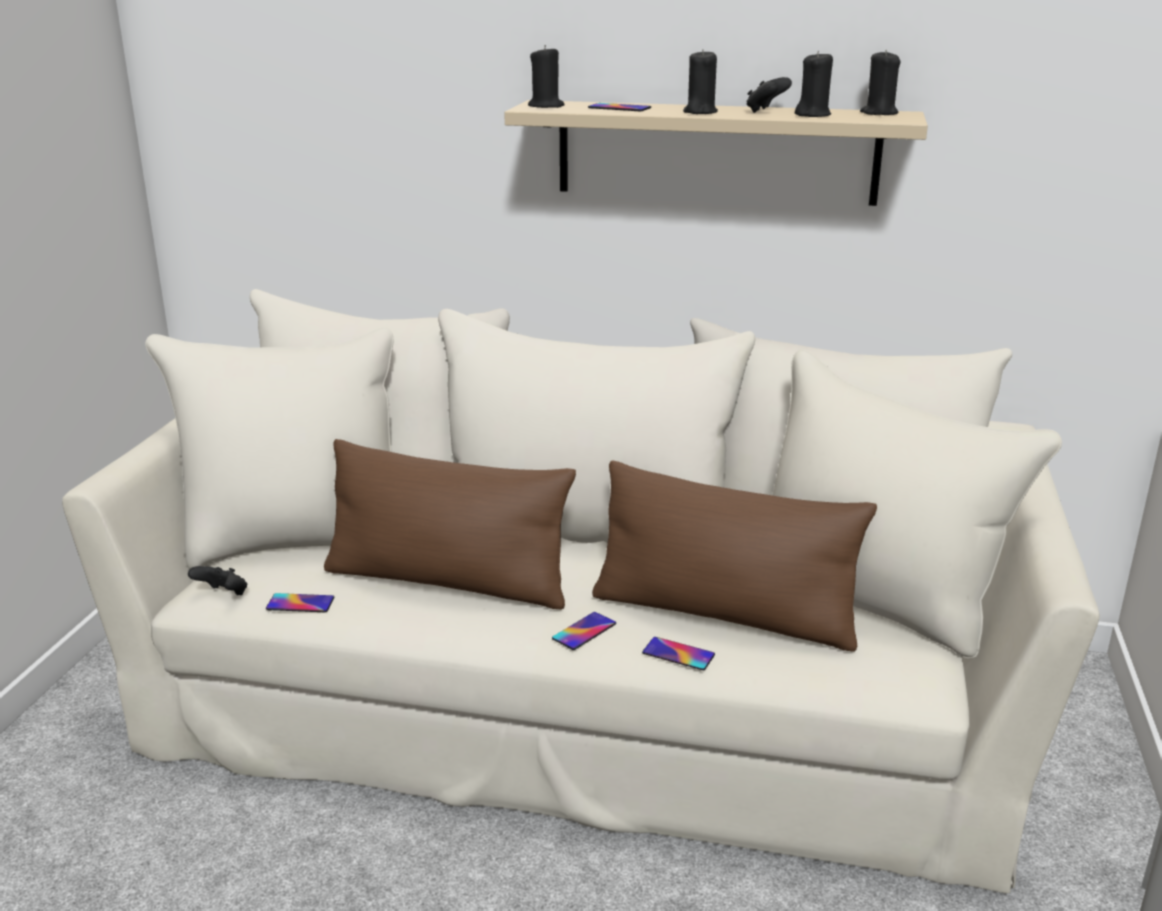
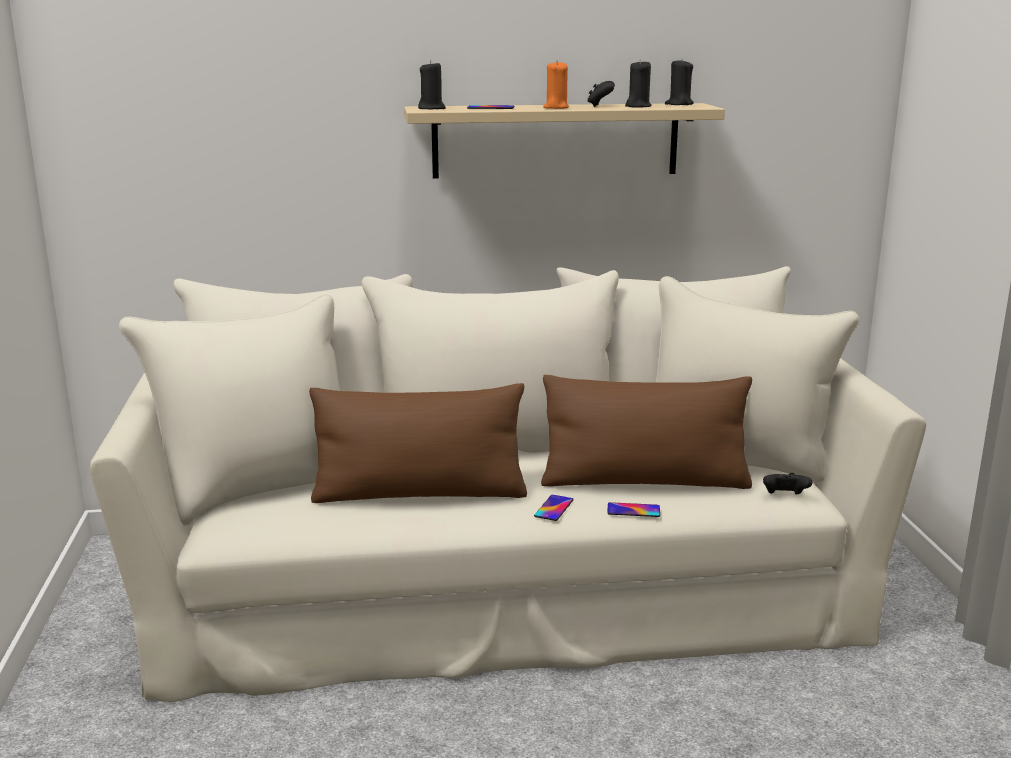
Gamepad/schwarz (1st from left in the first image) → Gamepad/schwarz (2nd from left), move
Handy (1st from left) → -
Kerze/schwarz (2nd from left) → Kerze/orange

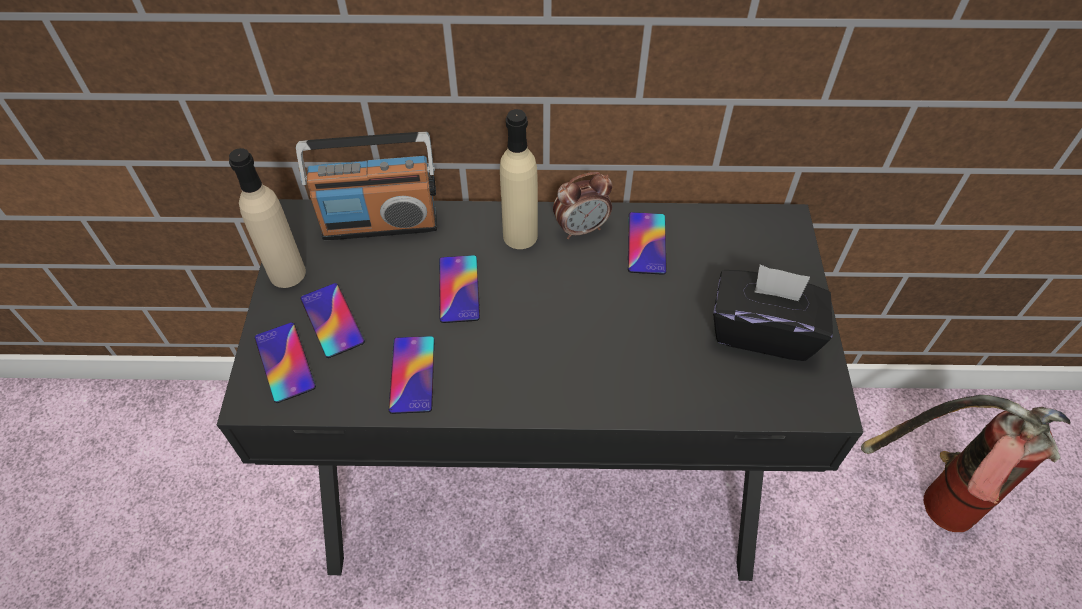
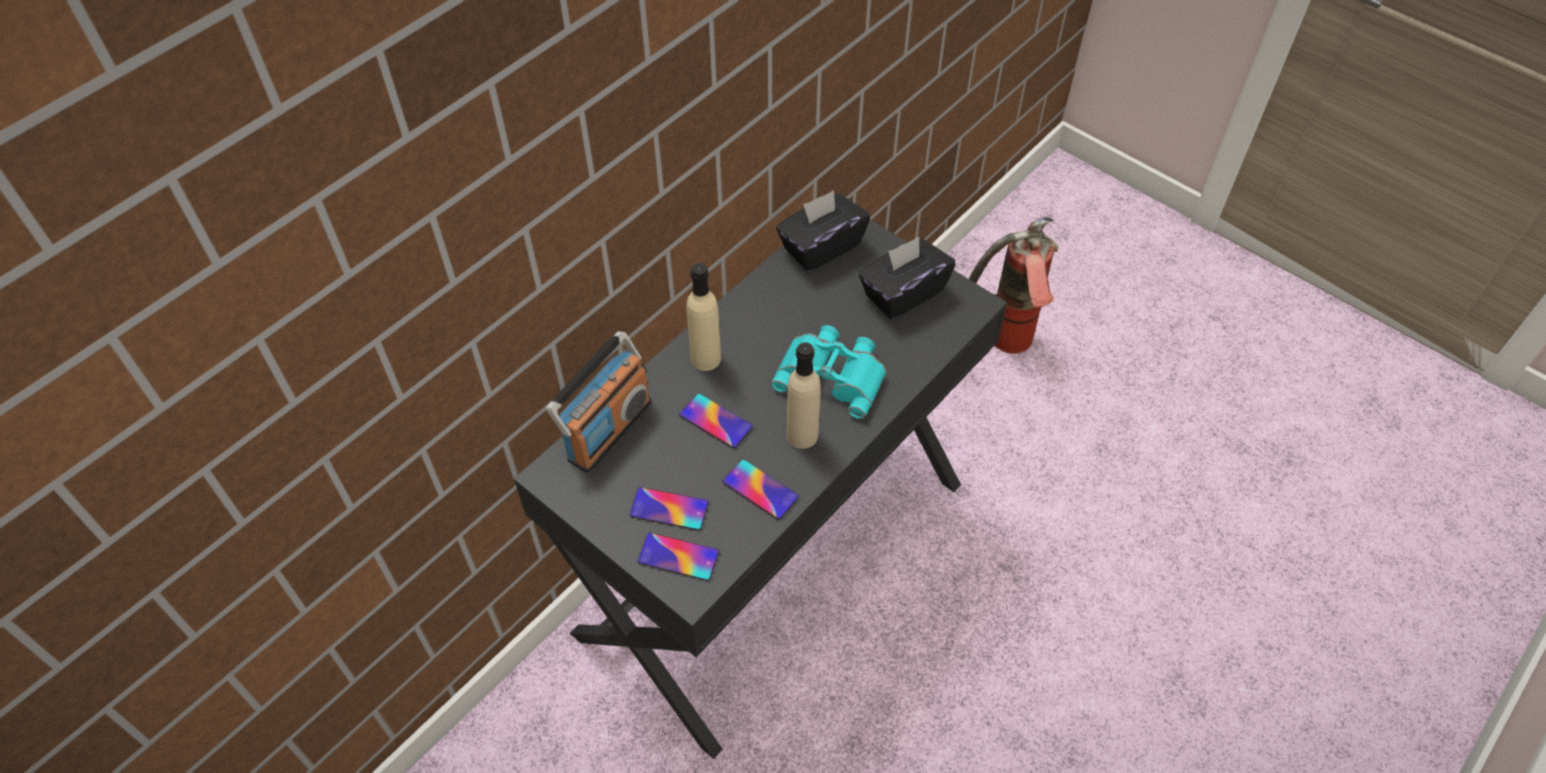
Flasche/beige (1st from left in the first image) → Flasche/beige (2nd from left), move
Wecker → -
Handy (5th from left) → -
- → Fernglas/türkis
- → Taschentuchbox/schwarz (1st from left)

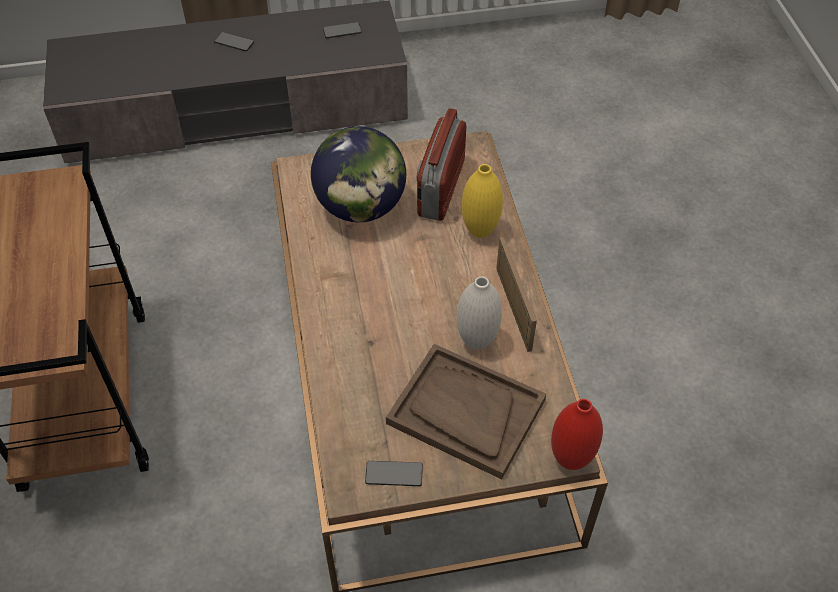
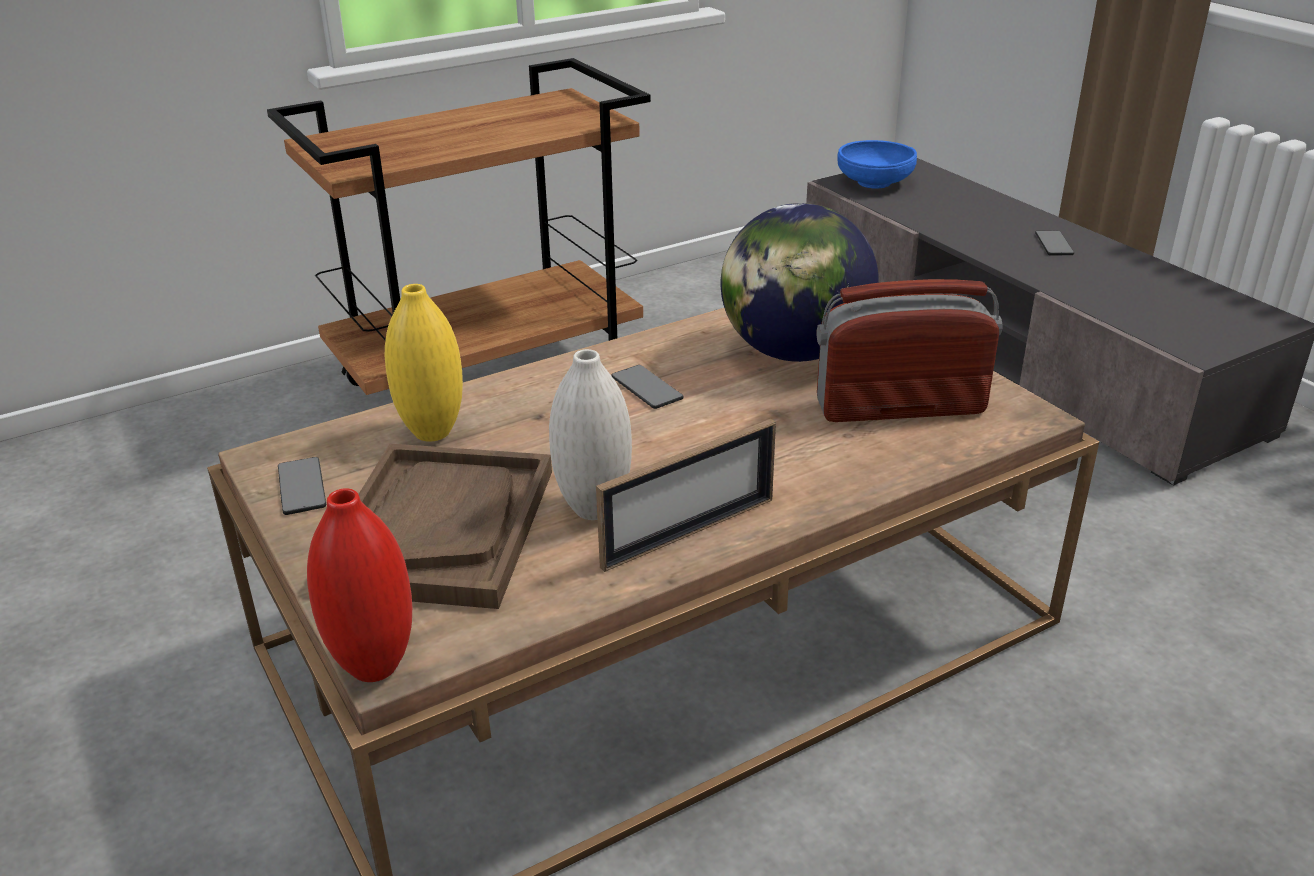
Handy (2nd from left), move
Vase/gelb, move
- → Schüssel/blau

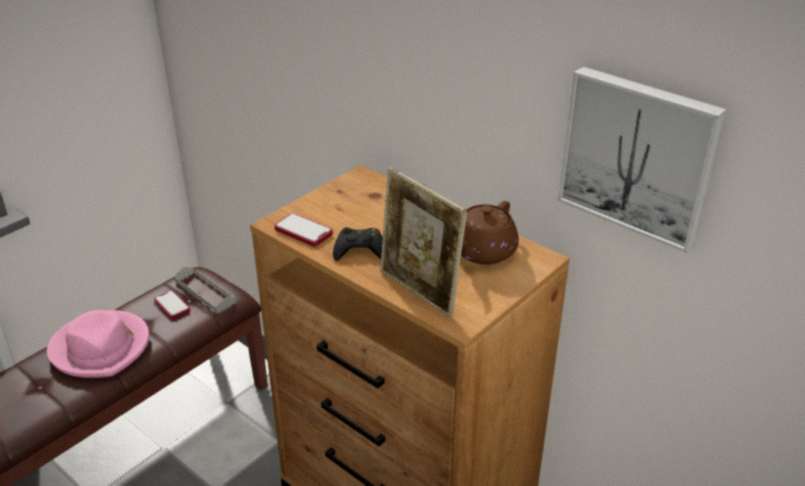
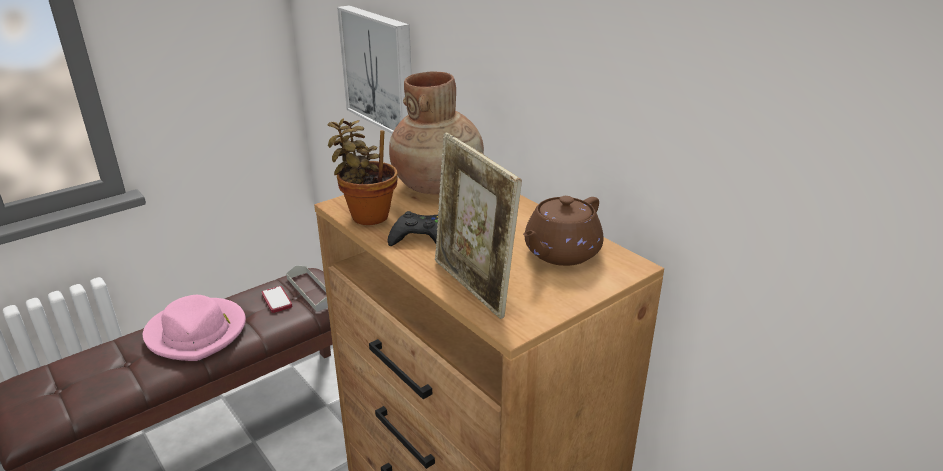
Handy (2nd from left) → Topfpflanze
Bild, move
- → Vase/braun

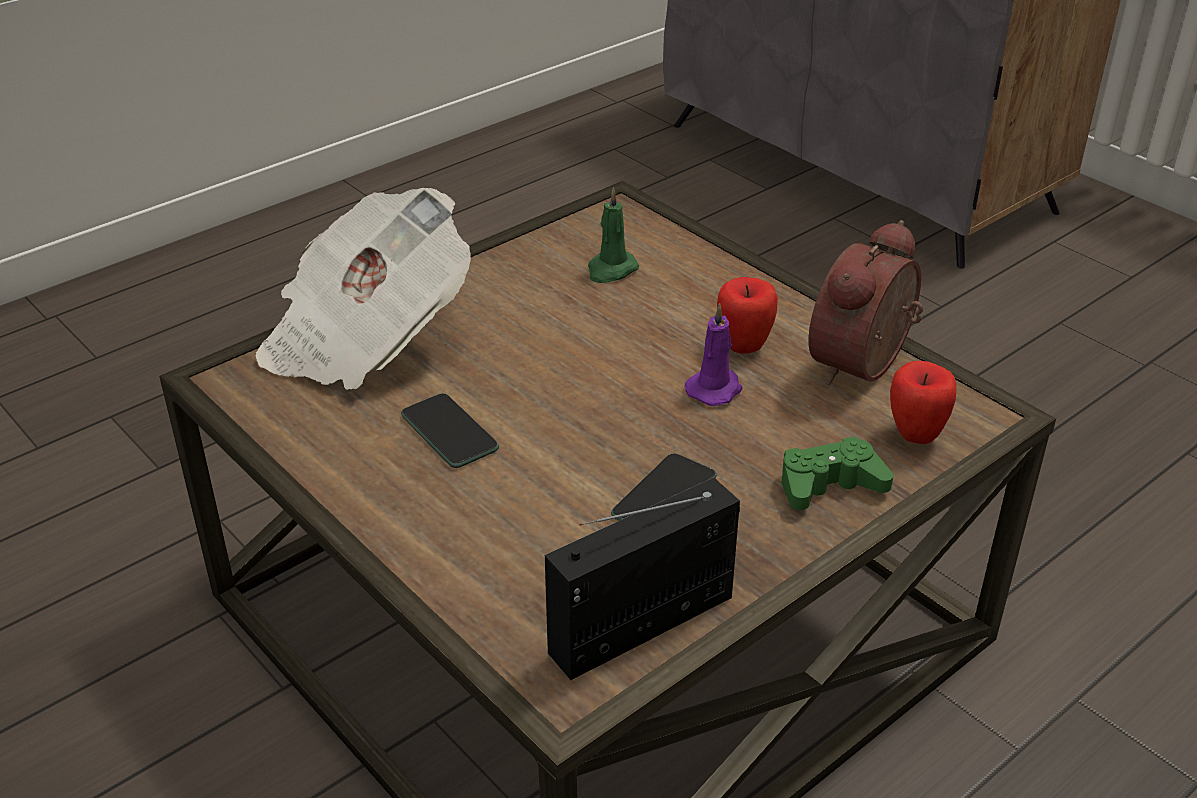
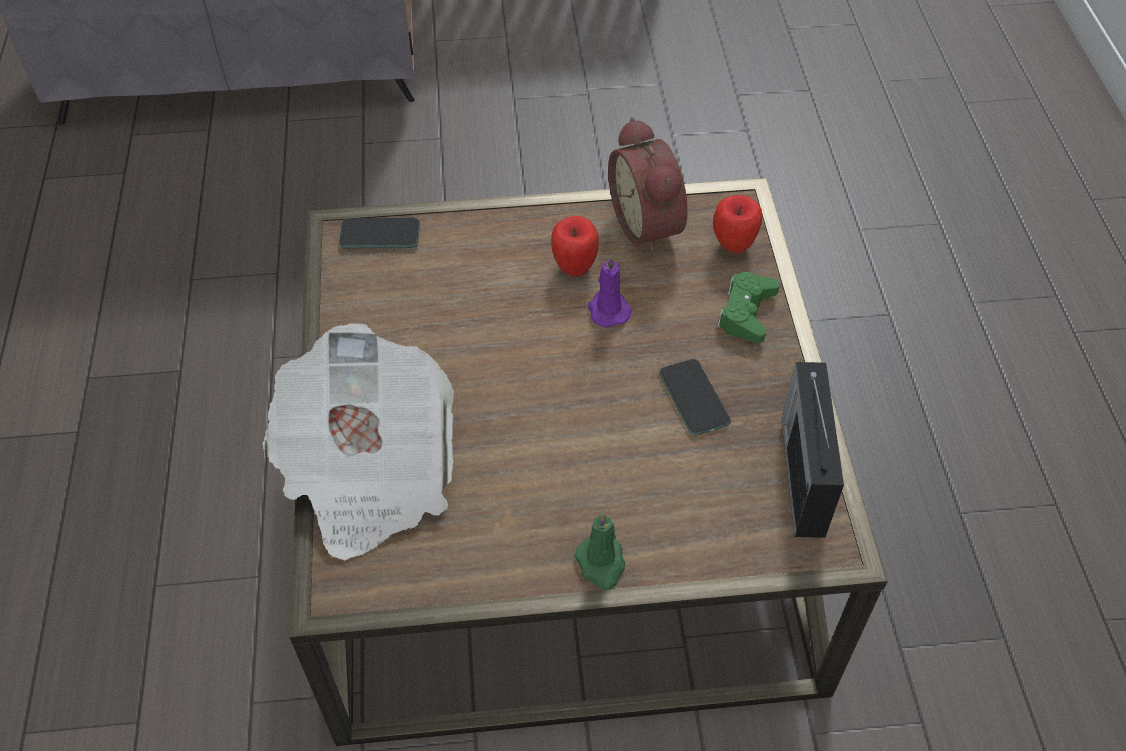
Handy (1st from left), move
Kerze/grün, move

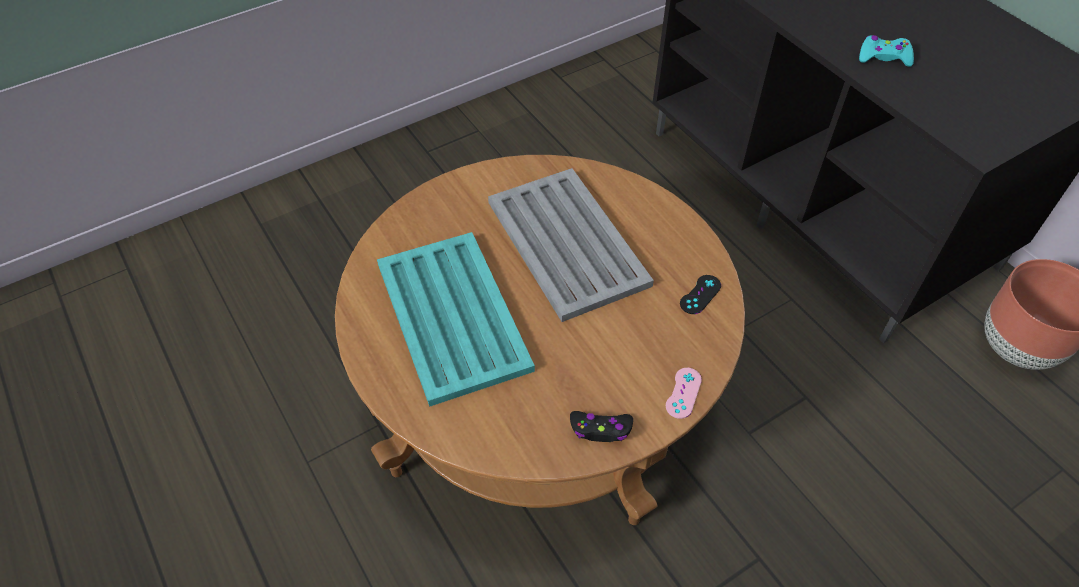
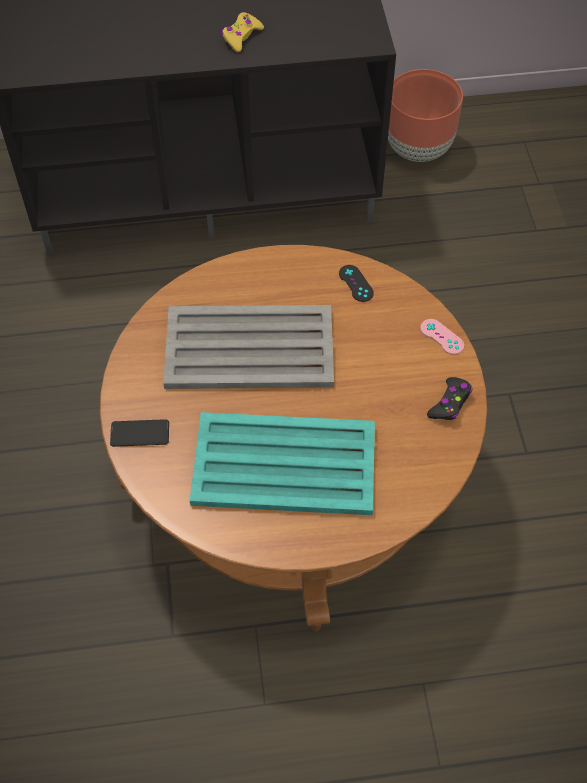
Gamepad/türkis → Gamepad/gelb
- → Handy

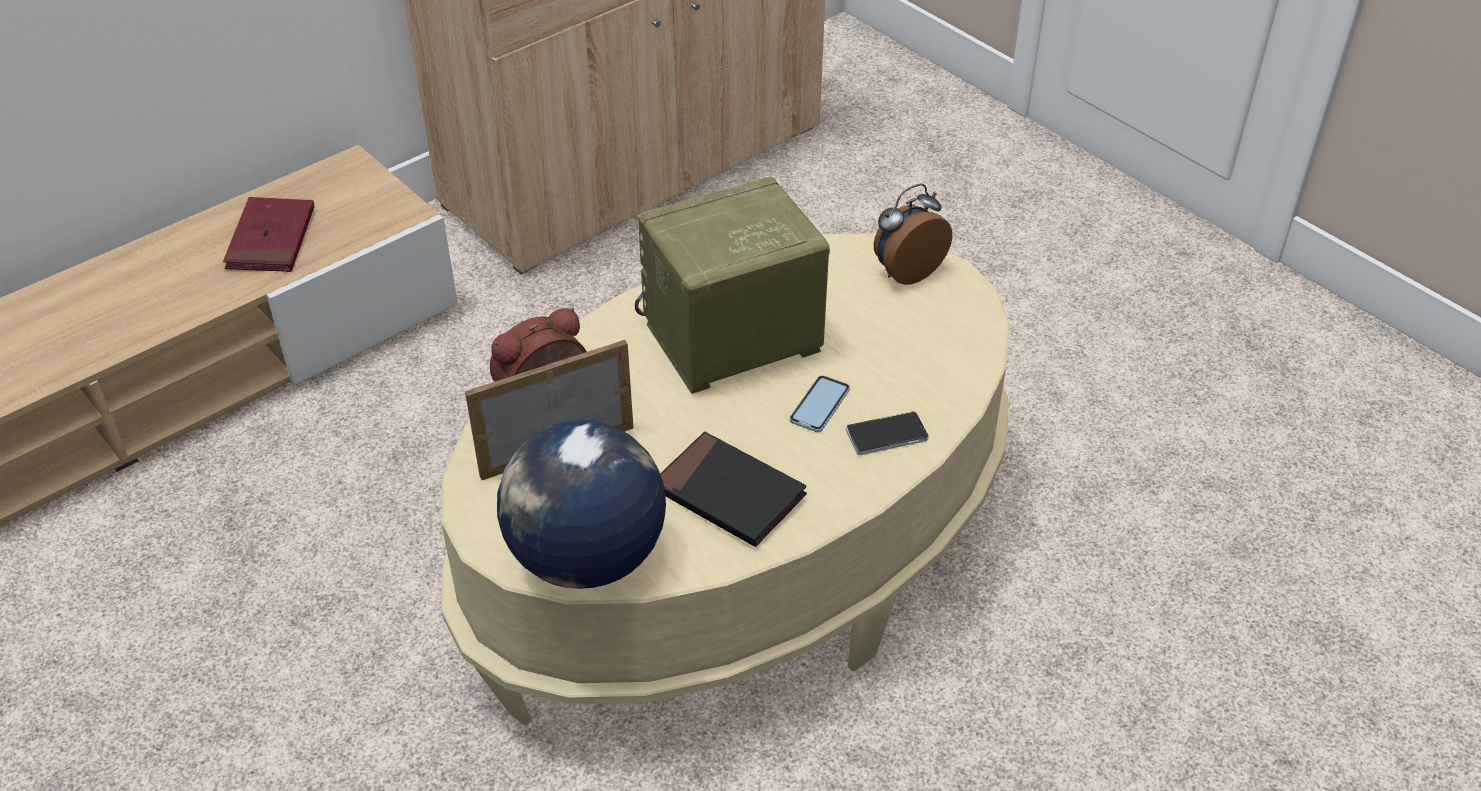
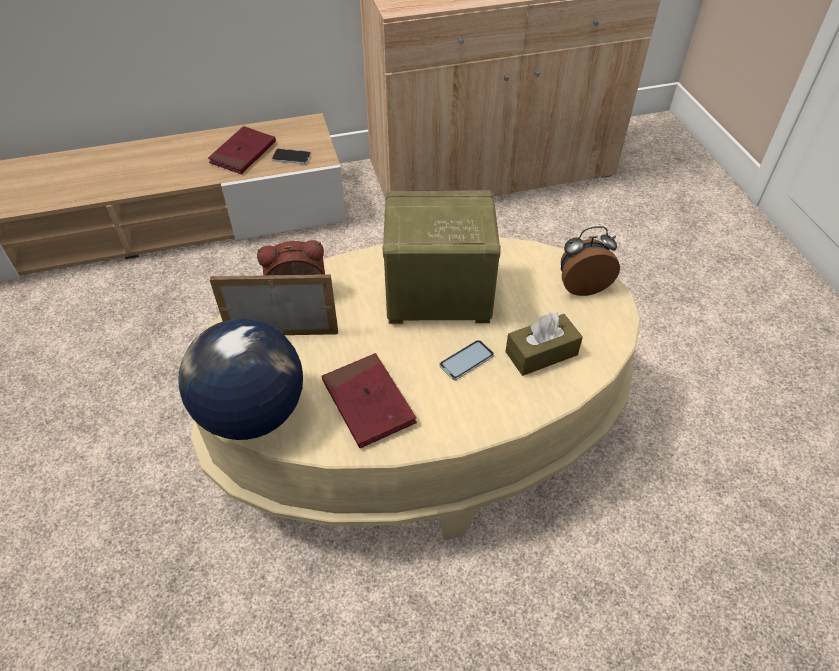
Buch/schwarz → Buch/rot (2nd from left)
Handy (2nd from left in the first image) → Handy (1st from left), move
- → Taschentuchbox/braun

